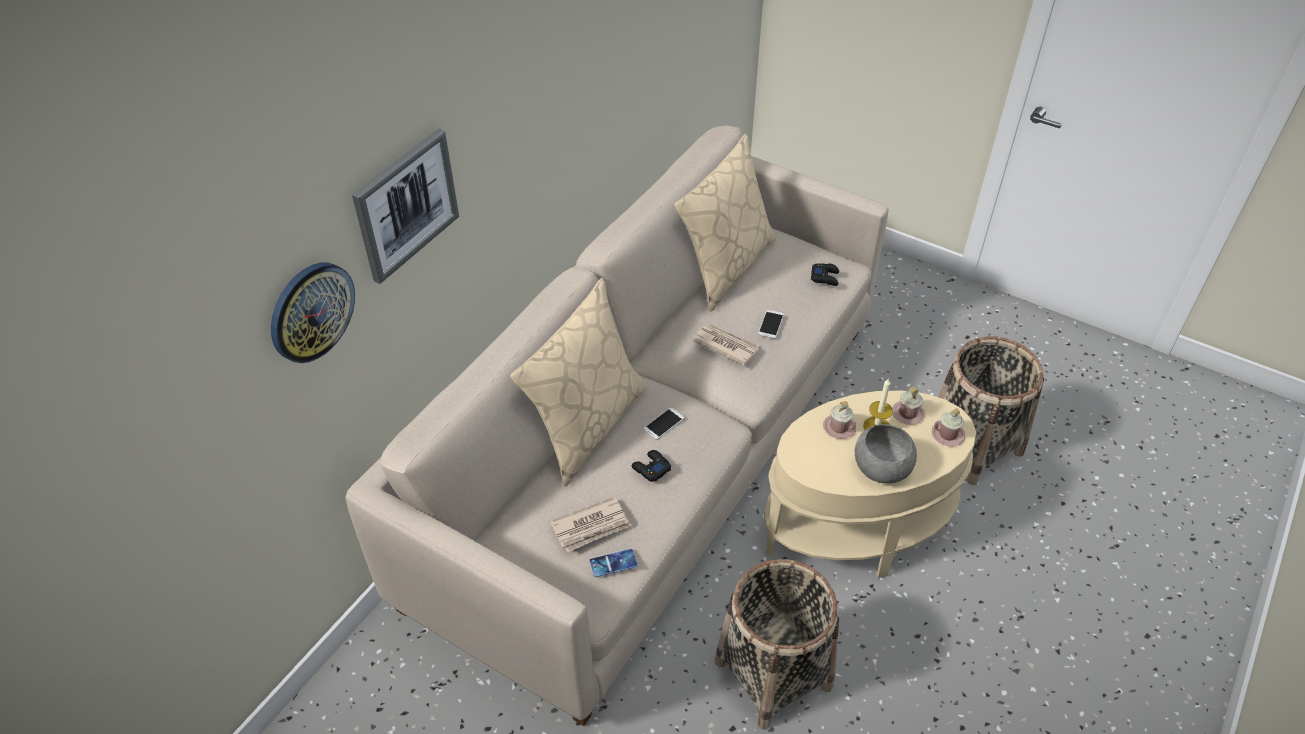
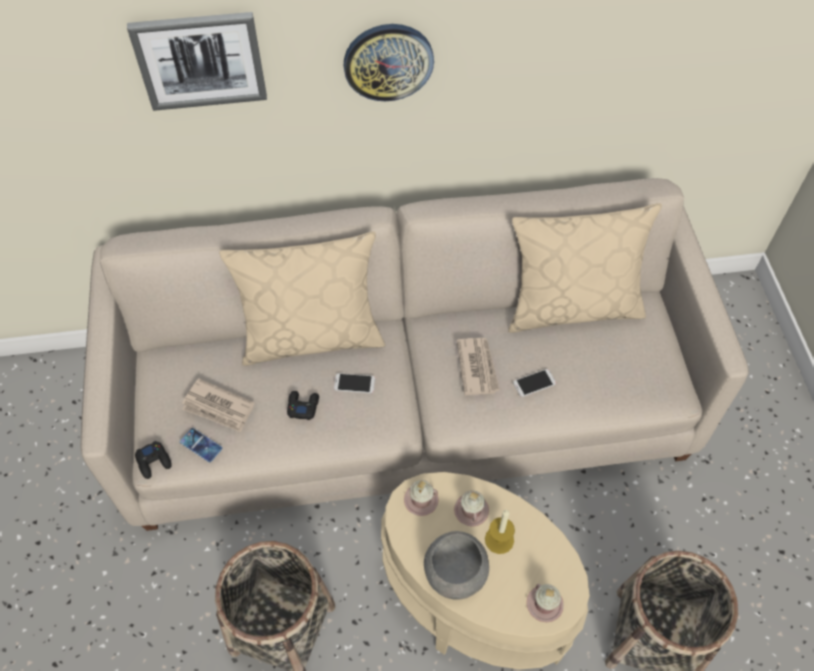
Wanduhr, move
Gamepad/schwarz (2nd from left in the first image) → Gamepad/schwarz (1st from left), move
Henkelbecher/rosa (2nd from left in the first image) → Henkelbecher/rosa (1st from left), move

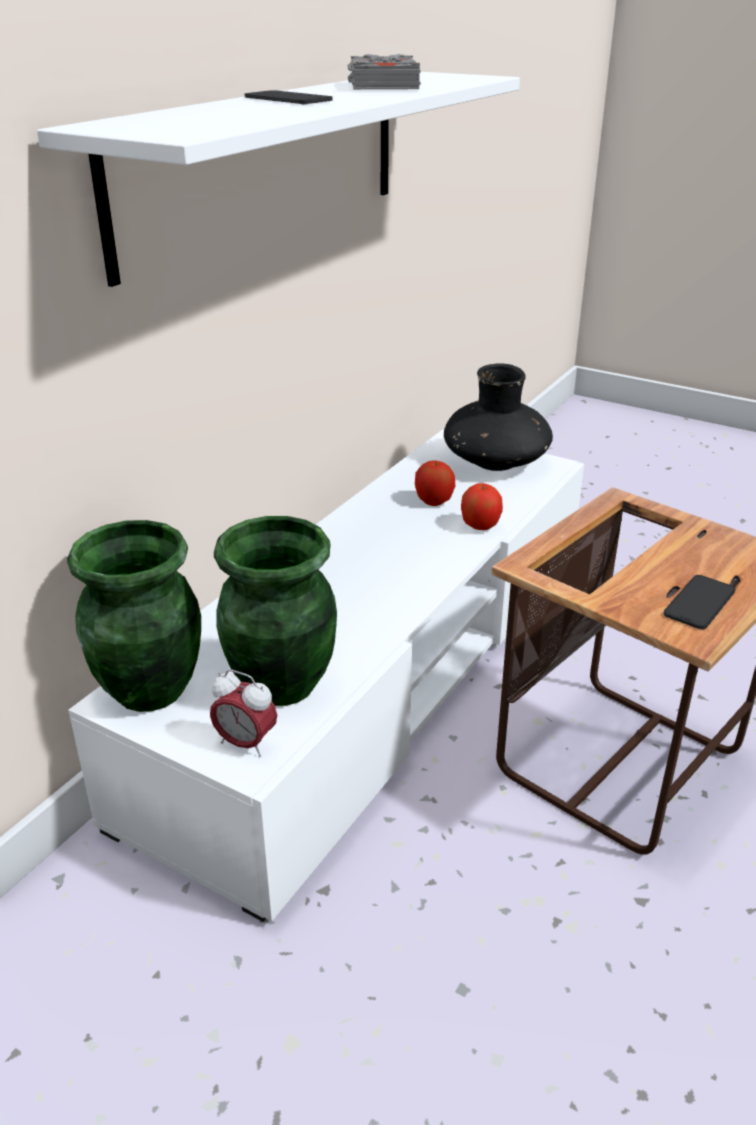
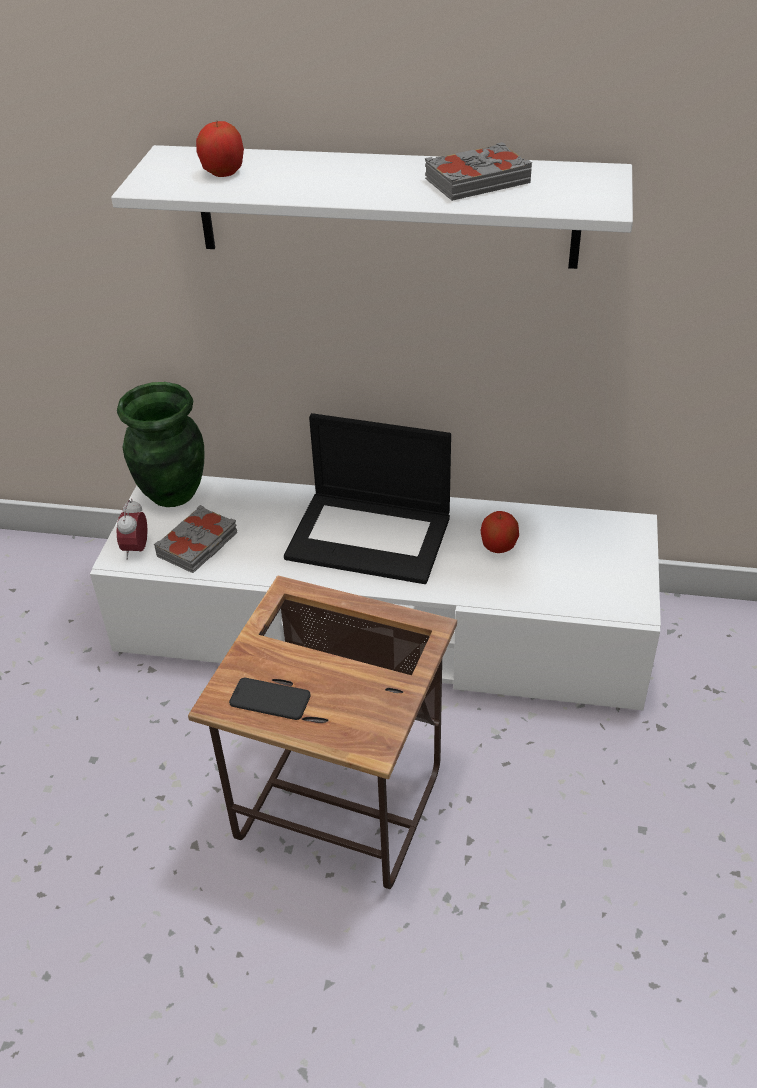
Vase/grün (2nd from left) → Buch/grau (1st from left)
Handy (1st from left) → -
Vase/schwarz → -
Apfel (2nd from left in the first image) → Apfel (1st from left), move
- → Laptop

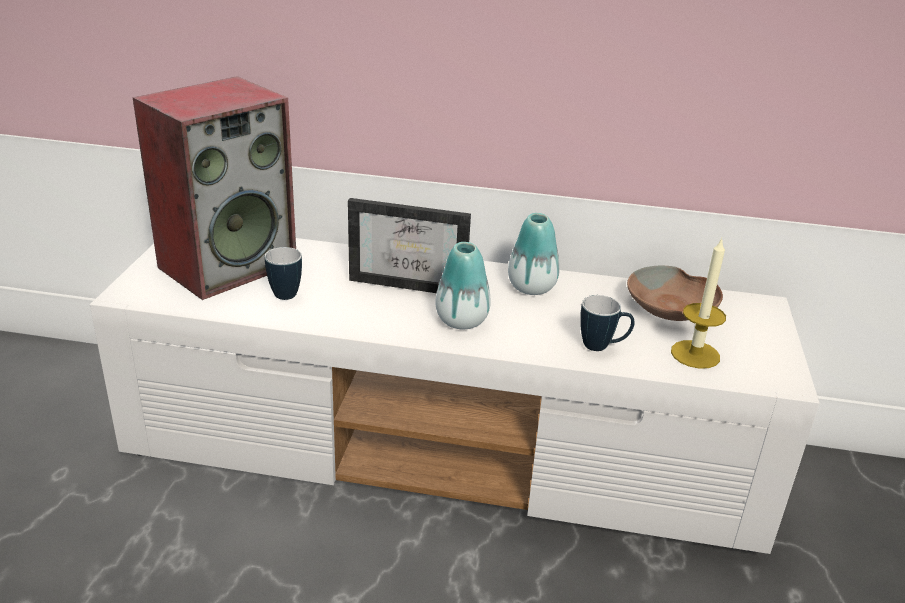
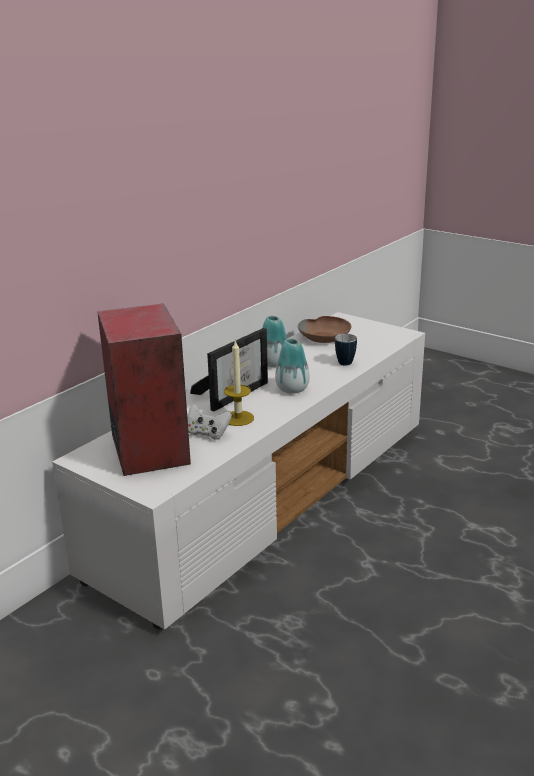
Henkelbecher (1st from left) → Gamepad/weiß
Kerze, move

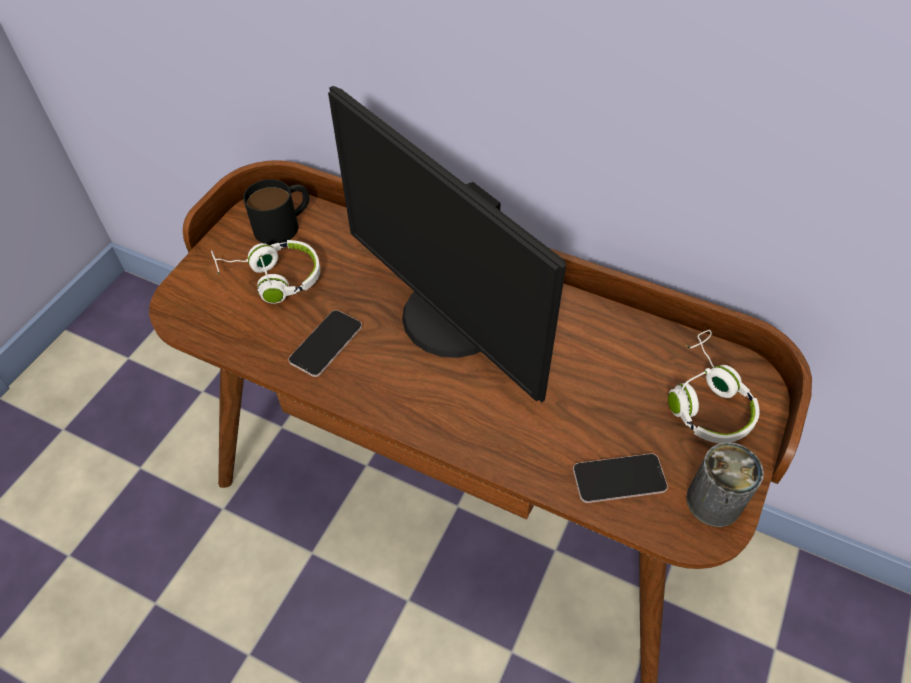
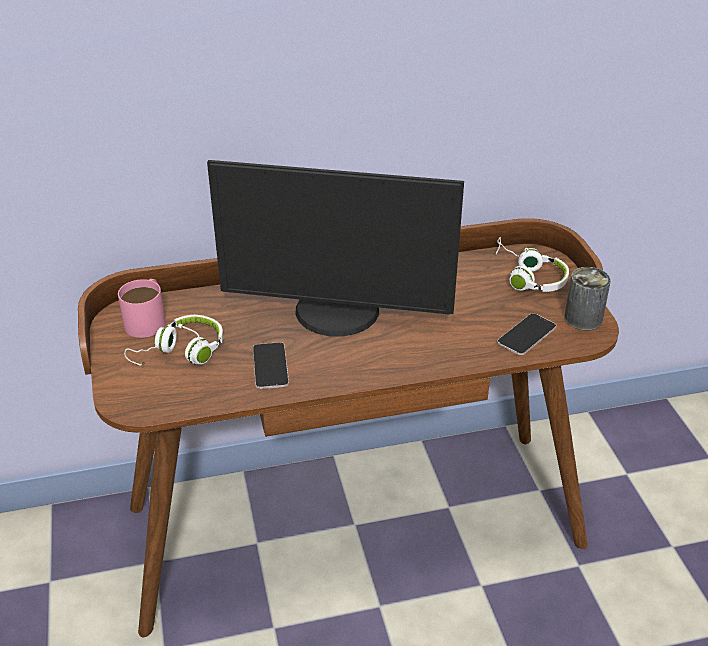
Henkelbecher/schwarz → Henkelbecher/rosa

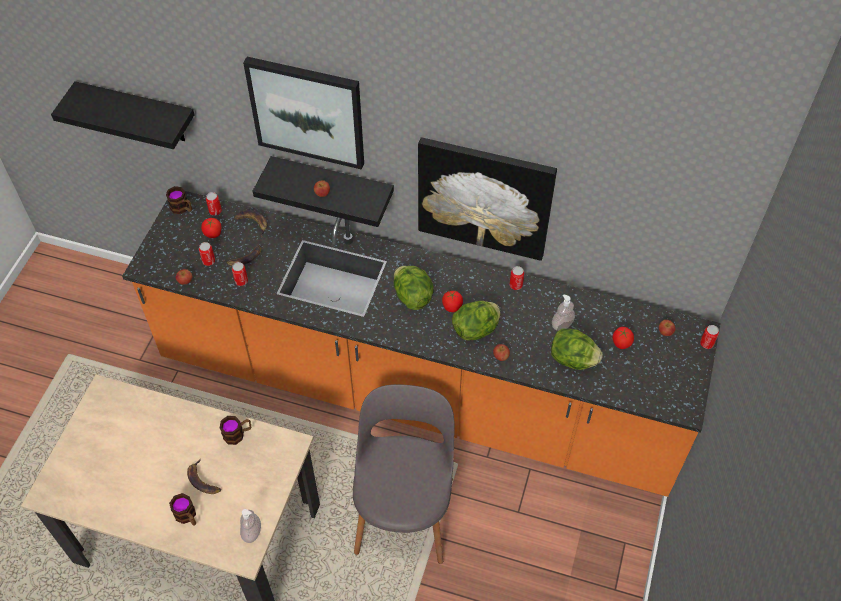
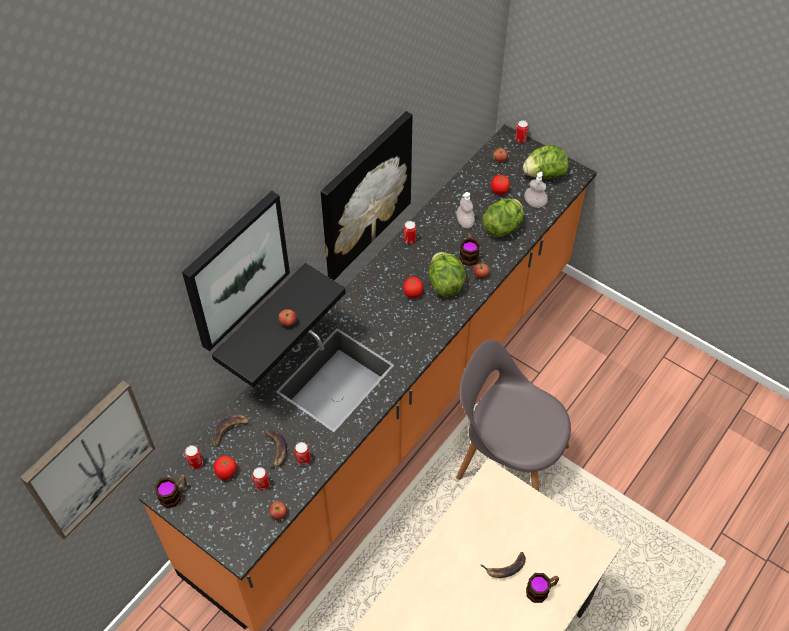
Wandregal/schwarz (1st from left) → Bild (1st from left)
Henkelbecher (3rd from left in the first image) → Henkelbecher (2nd from left), move
Seifenspender (1st from left in the first image) → Seifenspender (2nd from left), move
Salatkopf (1st from left in the first image) → Salatkopf (3rd from left), move

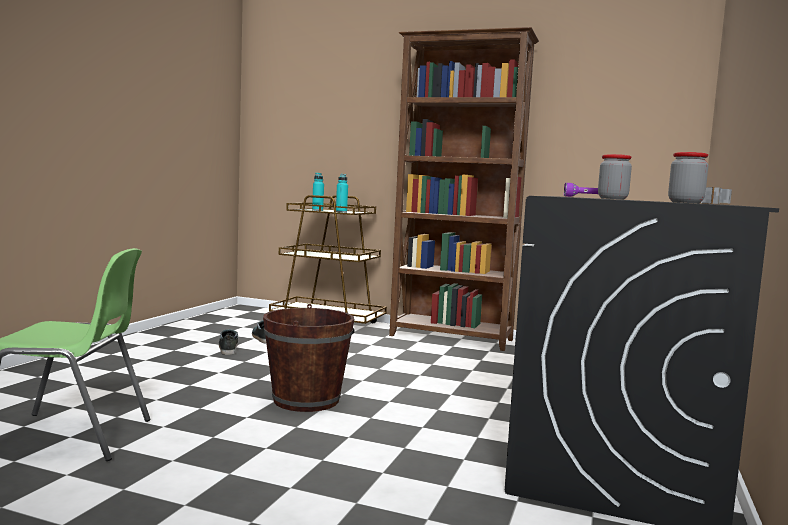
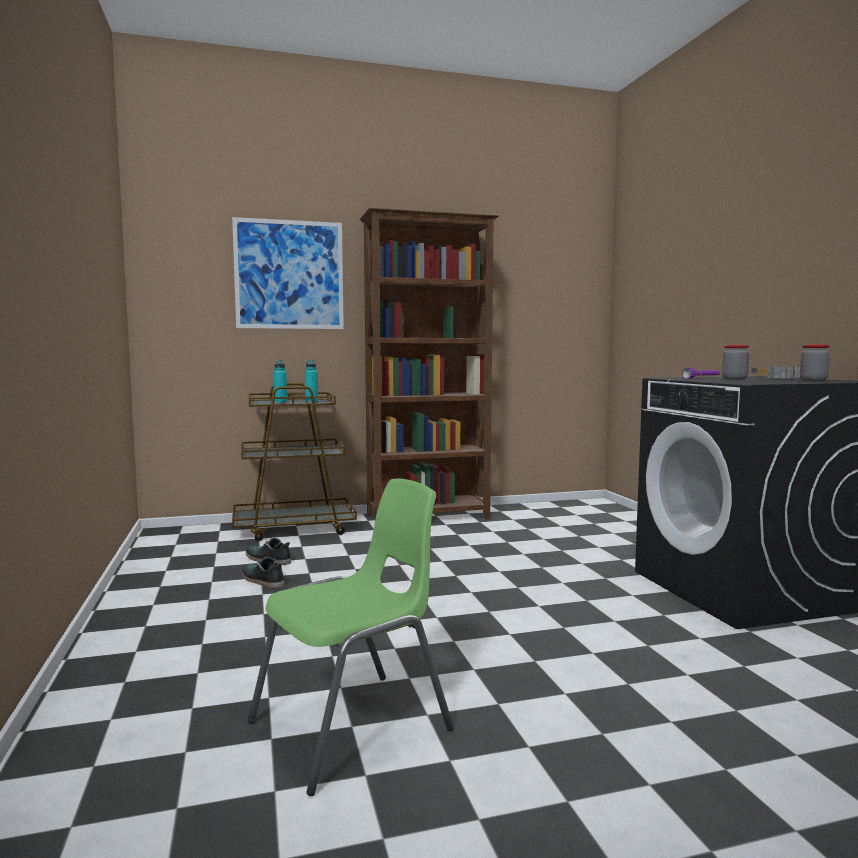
Eimer/braun → -
- → Bild

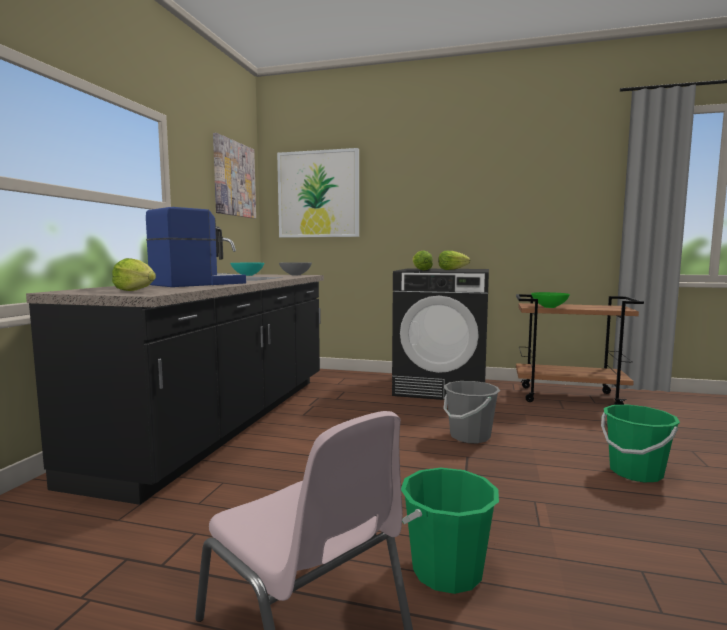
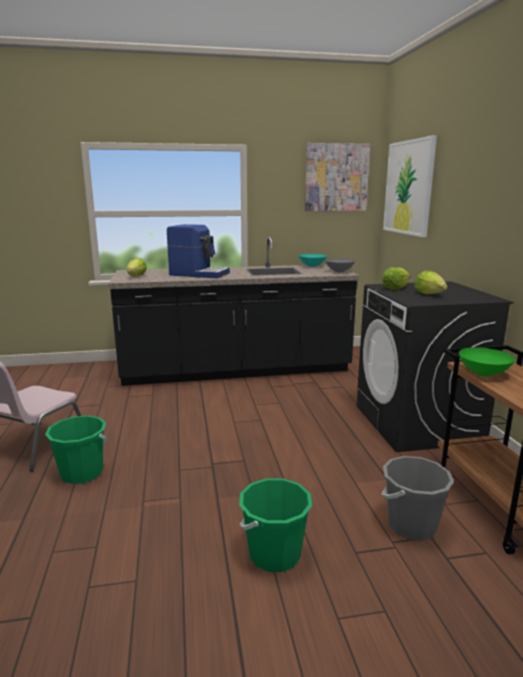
Eimer/grau, move

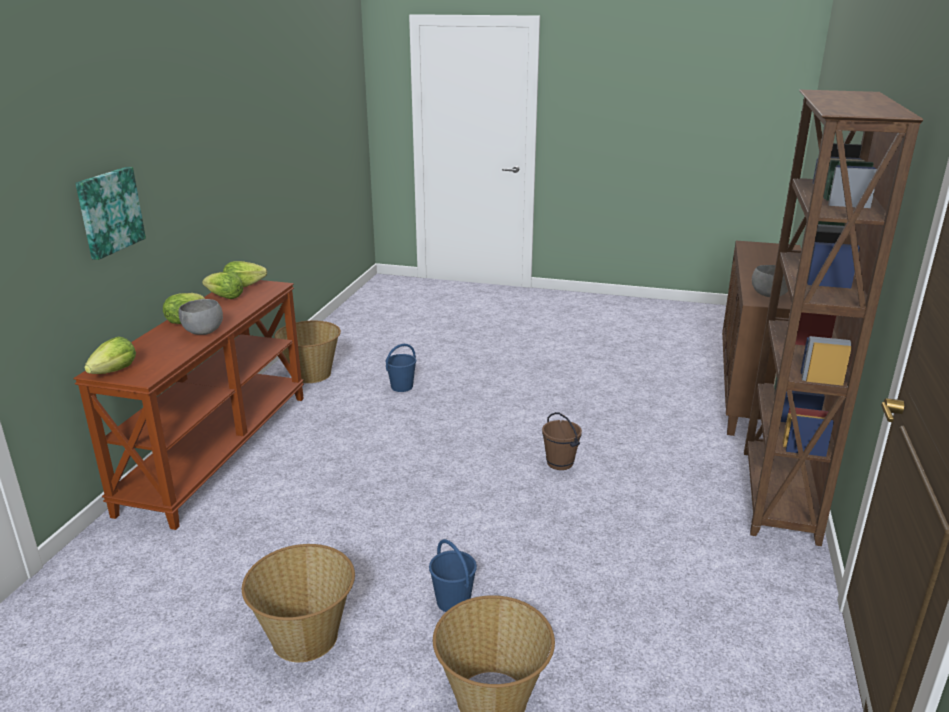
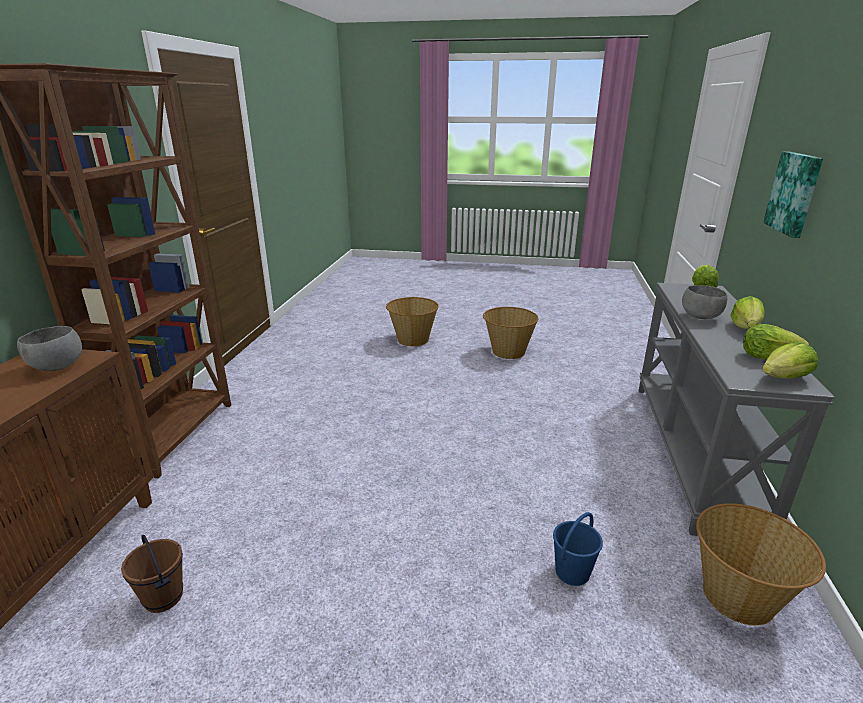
Konsolentisch/braun → Konsolentisch/grau
Eimer/blau (2nd from left) → -
Eimer/braun, move

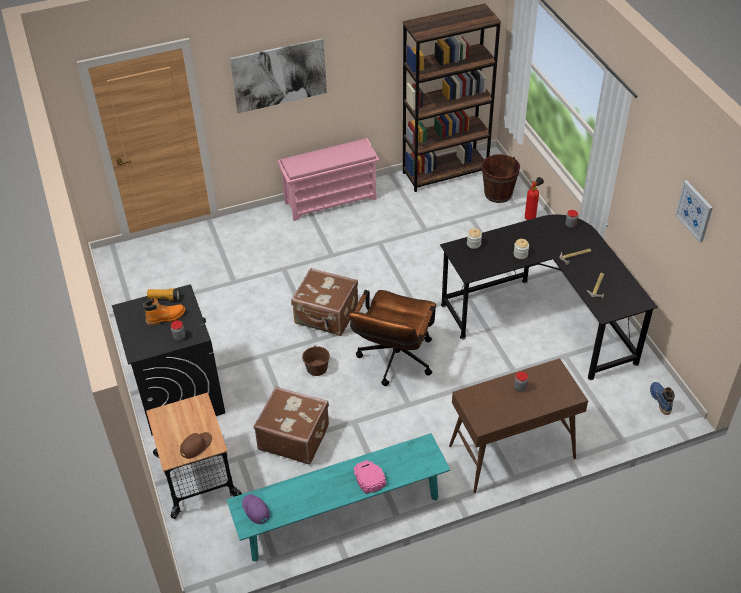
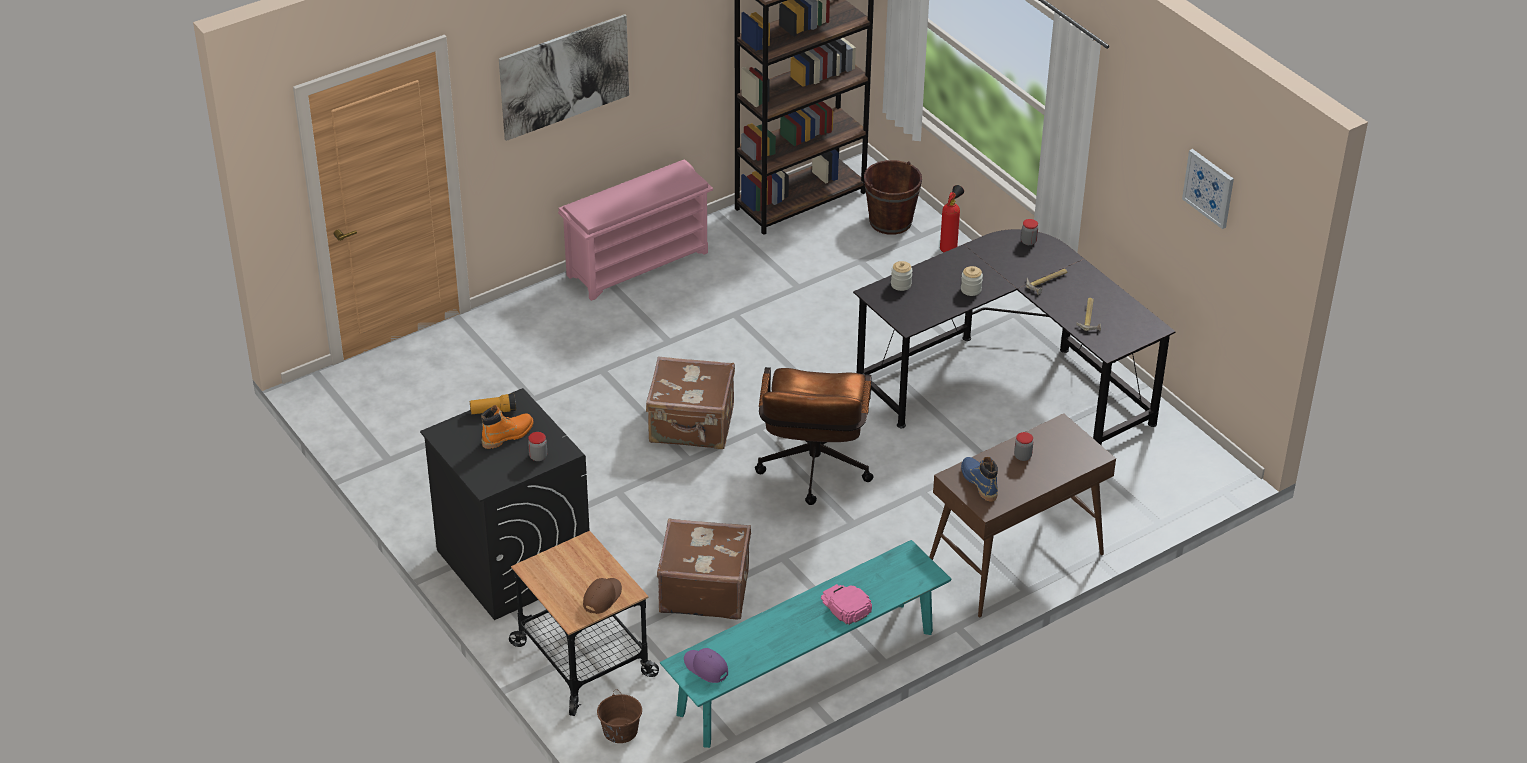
Eimer/braun (1st from left), move
Stiefel/blau, move

